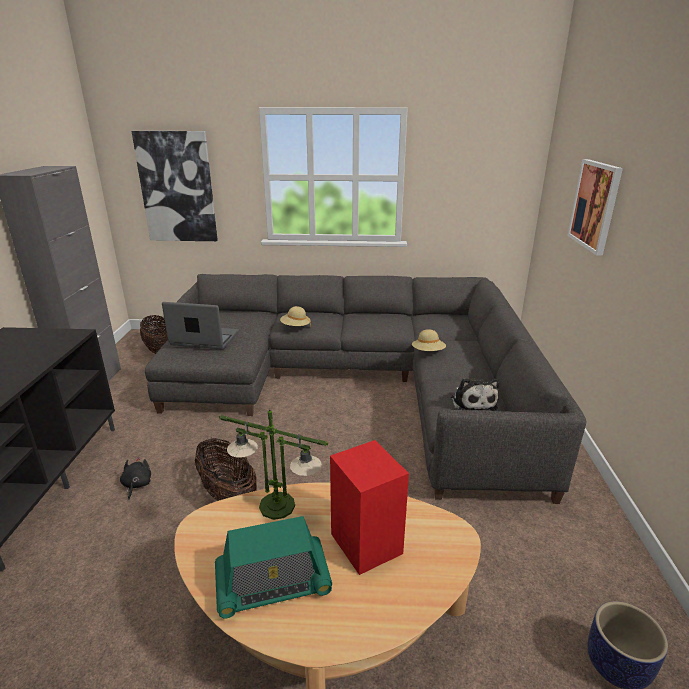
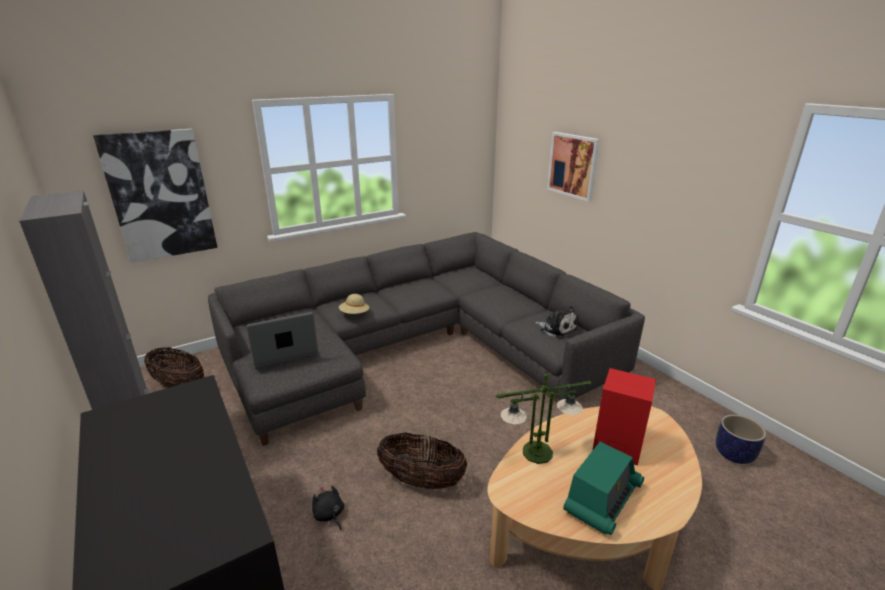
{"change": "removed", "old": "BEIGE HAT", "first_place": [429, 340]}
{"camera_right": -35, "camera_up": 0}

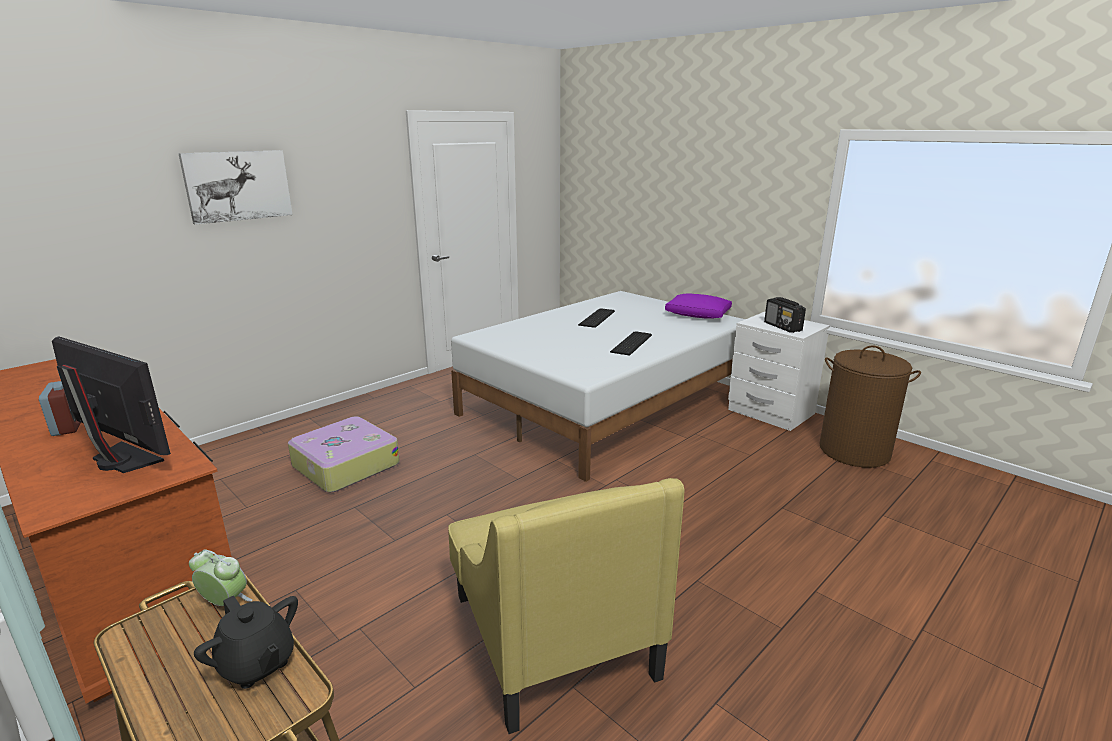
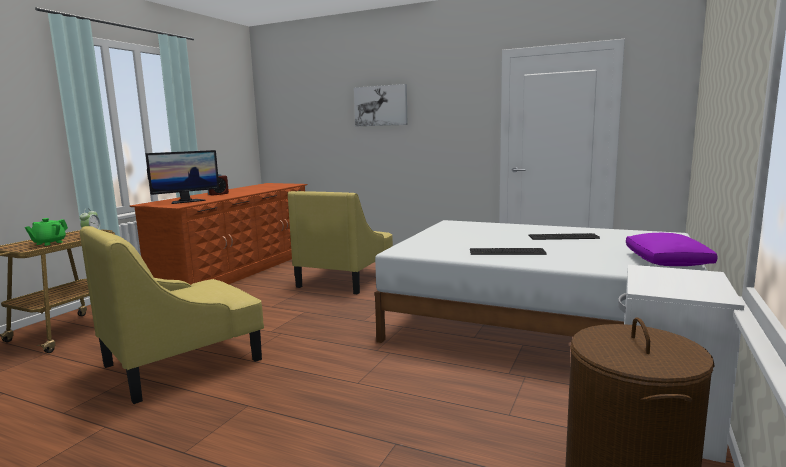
{"change": "turned", "old": "MONITOR", "first_place": [111, 404], "second_place": [182, 177], "degrees": 45}
{"change": "recoloured", "old": "BLACK TEAPOT", "new": "GREEN TEAPOT", "first_place": [246, 642], "second_place": [46, 232]}
{"change": "replaced", "old": "SUITCASE", "new": "YELLOW ARMCHAIR", "first_place": [344, 454], "second_place": [340, 242]}
{"change": "removed", "old": "RADIO", "first_place": [785, 315]}
{"camera_right": 70, "camera_up": -10}

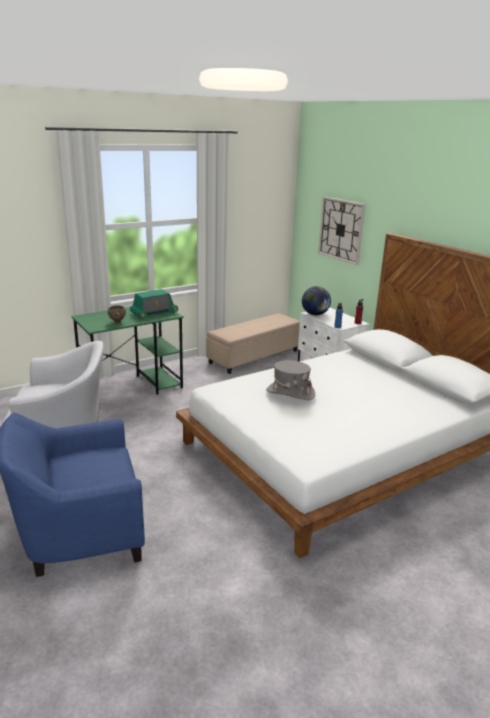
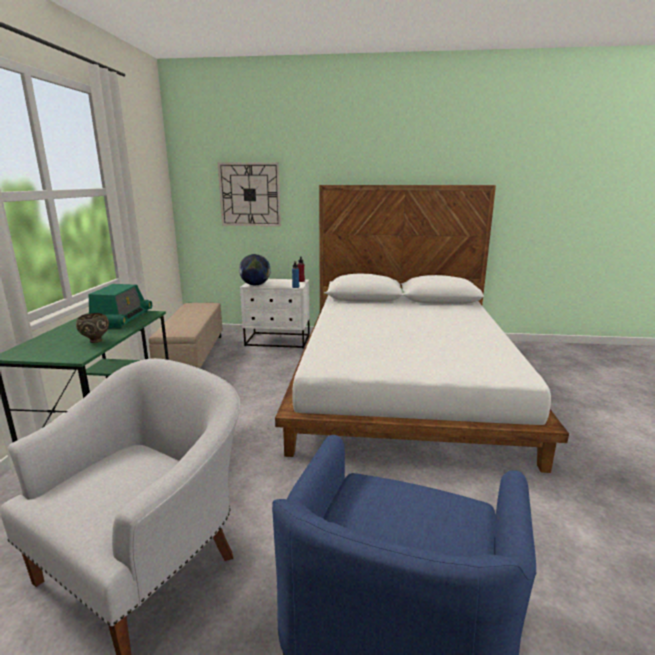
{"change": "removed", "old": "GREY HAT", "first_place": [290, 380]}
{"camera_right": -50, "camera_up": -5}

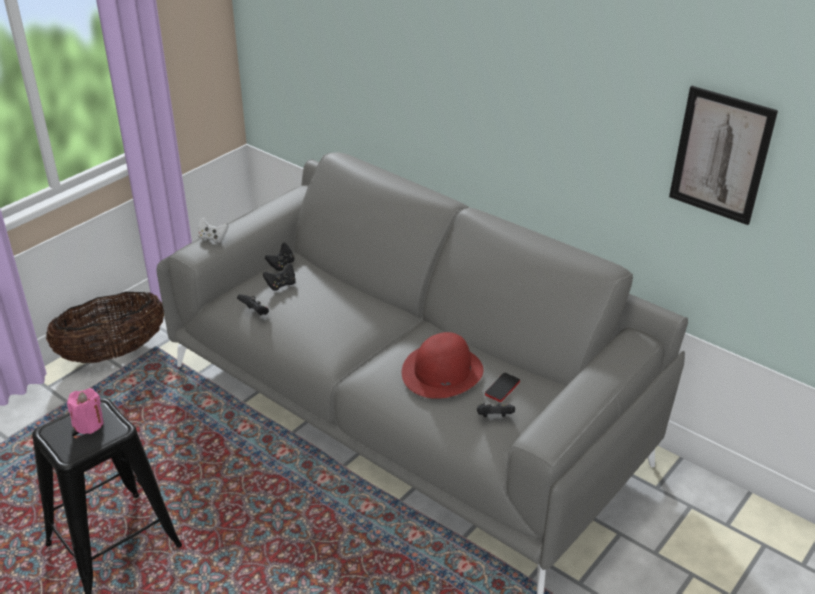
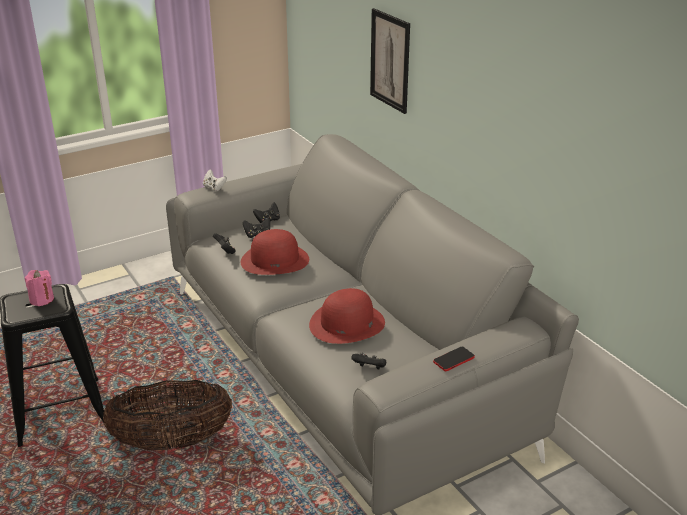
{"change": "moved", "old": "BASKET", "first_place": [105, 327], "second_place": [167, 415]}
{"change": "moved", "old": "PHONE", "first_place": [502, 387], "second_place": [454, 359]}
{"change": "moved", "old": "PICTURE", "first_place": [723, 155], "second_place": [390, 61]}
{"change": "added", "new": "RED HAT", "second_place": [275, 252]}
{"camera_right": 20, "camera_up": -5}

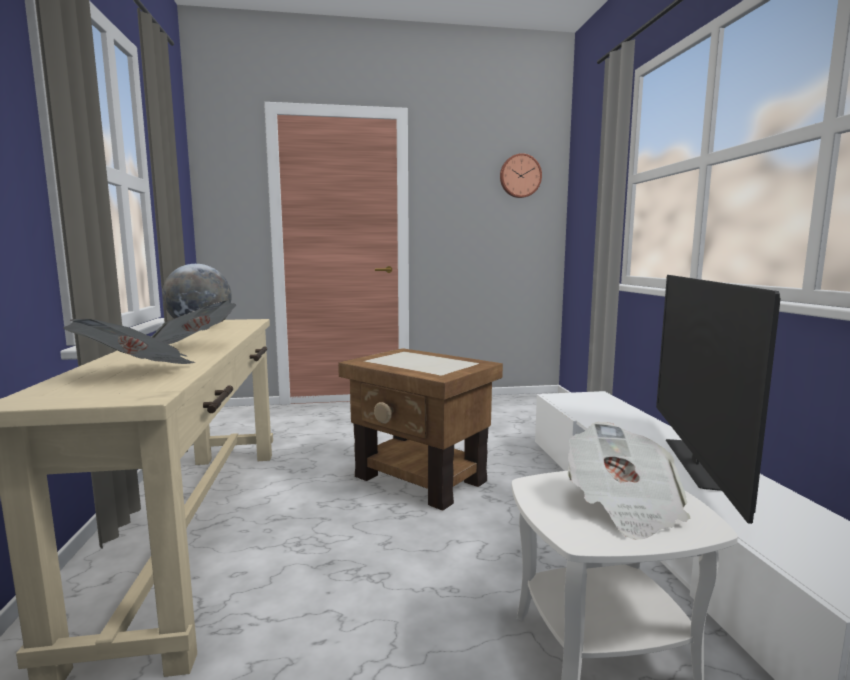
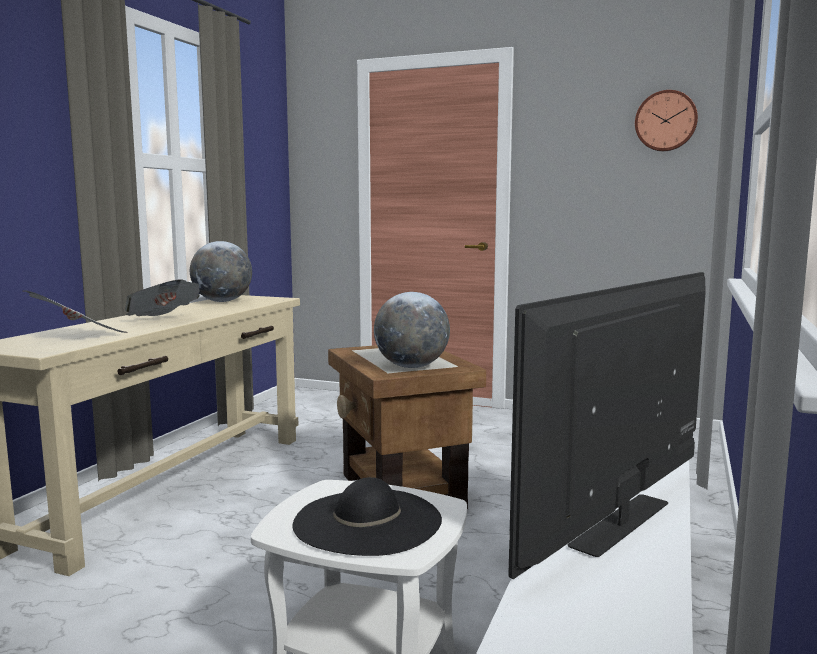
{"change": "replaced", "old": "NEWSPAPER", "new": "BLACK HAT", "first_place": [629, 481], "second_place": [367, 516]}
{"change": "added", "new": "GLOBE", "second_place": [412, 330]}
{"camera_right": 30, "camera_up": 0}

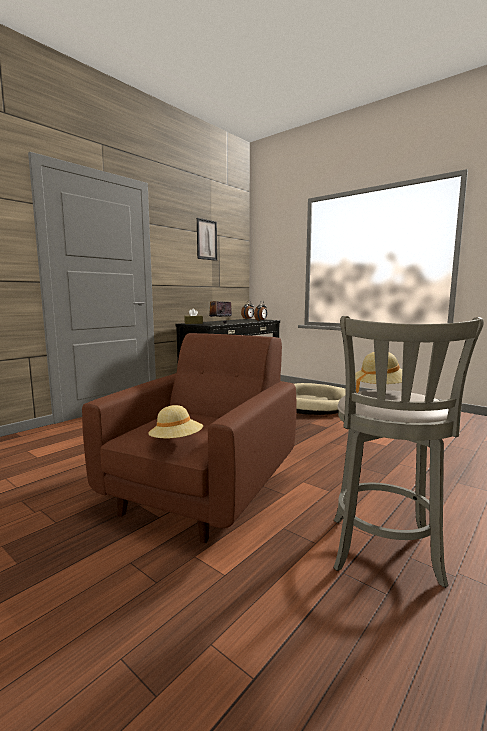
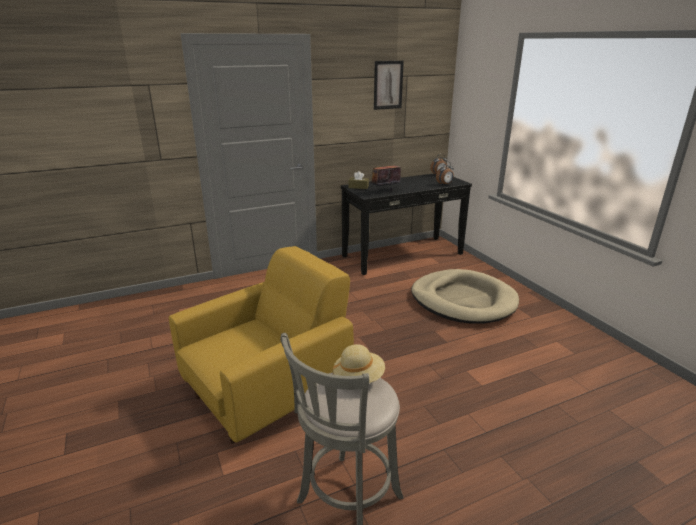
{"change": "recoloured", "old": "BROWN ARMCHAIR", "new": "YELLOW ARMCHAIR", "first_place": [189, 438], "second_place": [261, 345]}
{"change": "removed", "old": "BEIGE HAT", "first_place": [175, 421]}
{"camera_right": 25, "camera_up": 15}

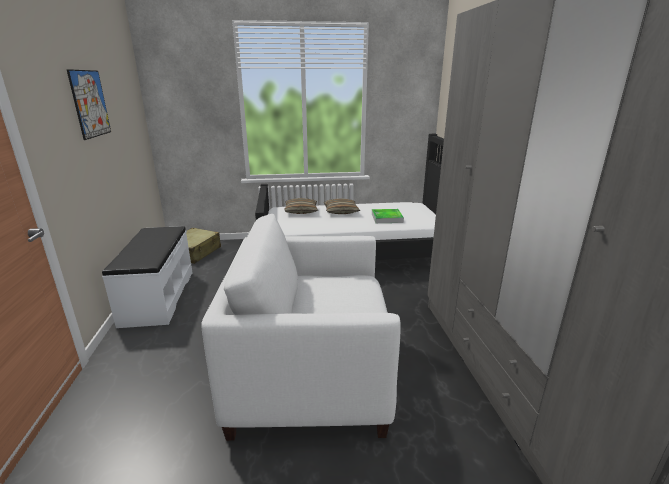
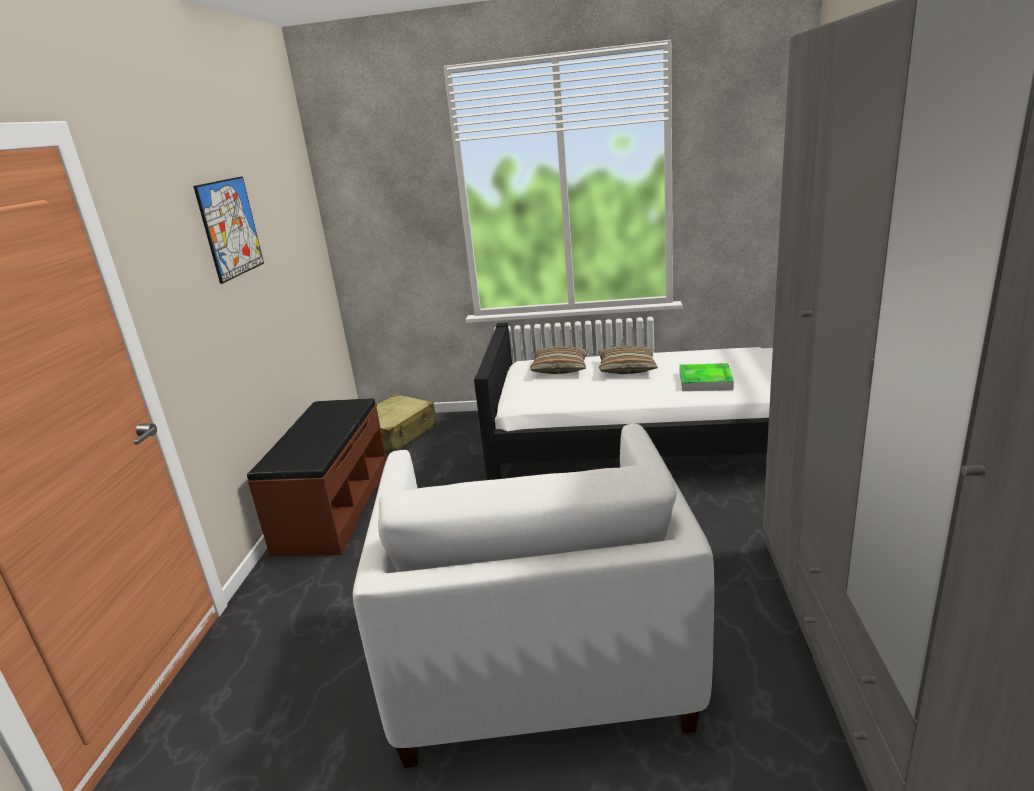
{"change": "recoloured", "old": "WHITE BENCH", "new": "BROWN BENCH", "first_place": [147, 277], "second_place": [317, 477]}
{"change": "turned", "old": "WHITE ARMCHAIR", "first_place": [301, 327], "second_place": [533, 596], "degrees": -105}
{"camera_right": 15, "camera_up": 0}

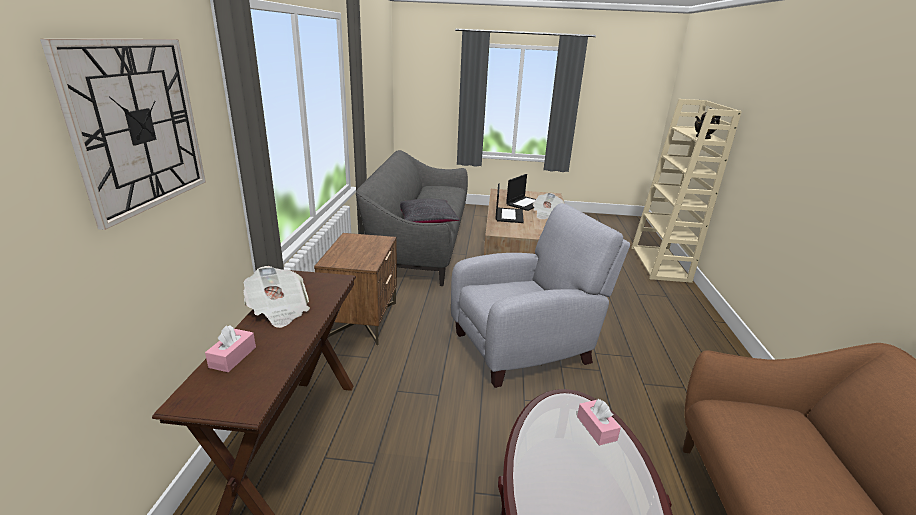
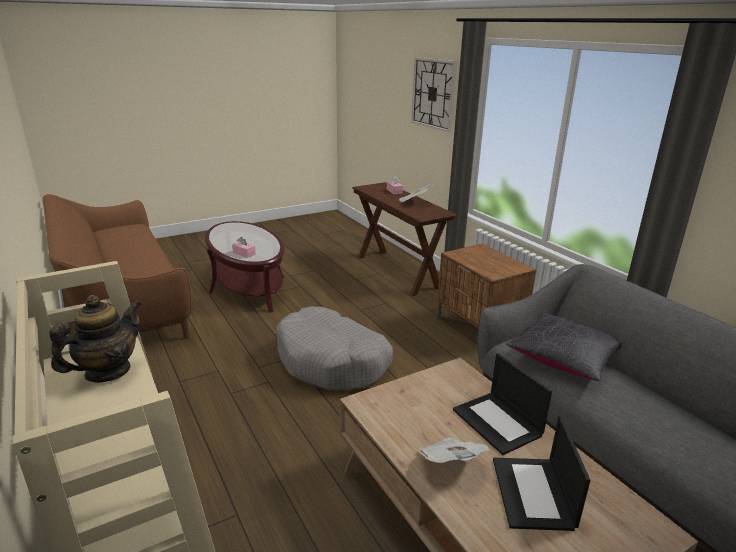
{"change": "replaced", "old": "GREY ARMCHAIR", "new": "GREY DOG BED", "first_place": [540, 295], "second_place": [334, 349]}
{"camera_right": 145, "camera_up": 0}

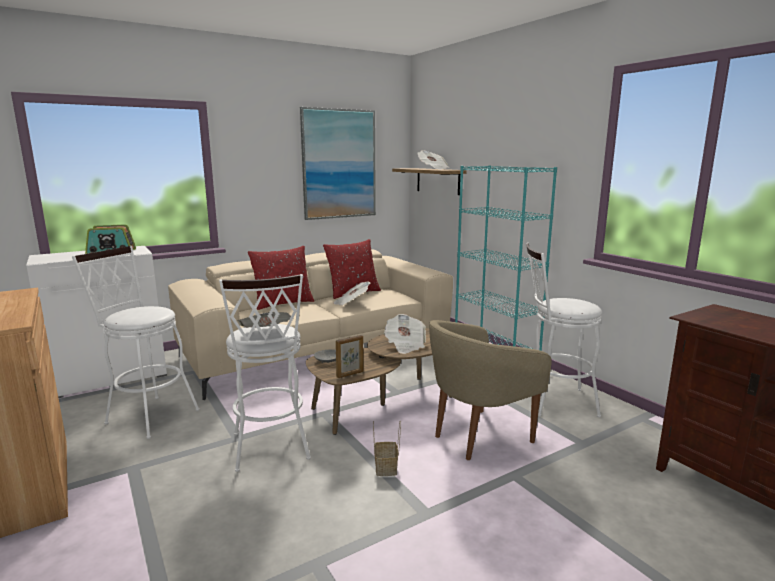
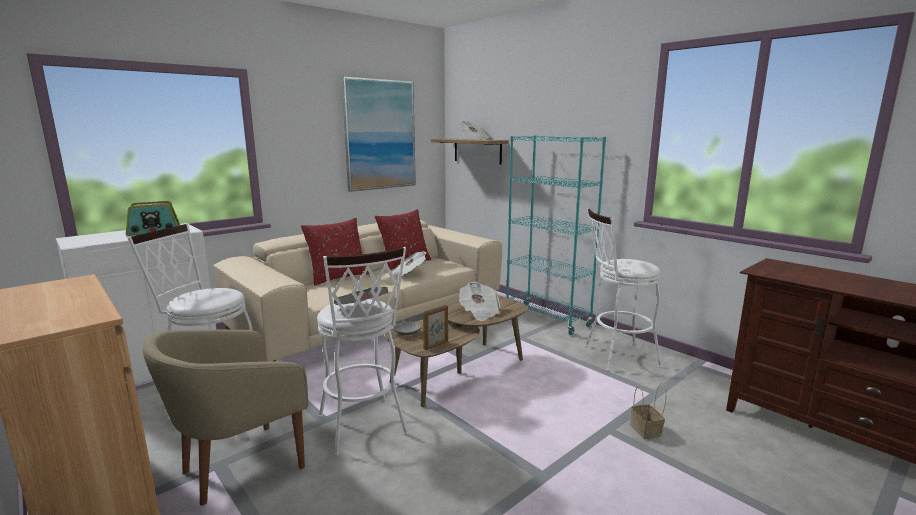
{"change": "moved", "old": "BASKET", "first_place": [387, 448], "second_place": [649, 411]}
{"change": "moved", "old": "BEIGE ARMCHAIR", "first_place": [490, 390], "second_place": [225, 418]}
{"camera_right": -10, "camera_up": 0}

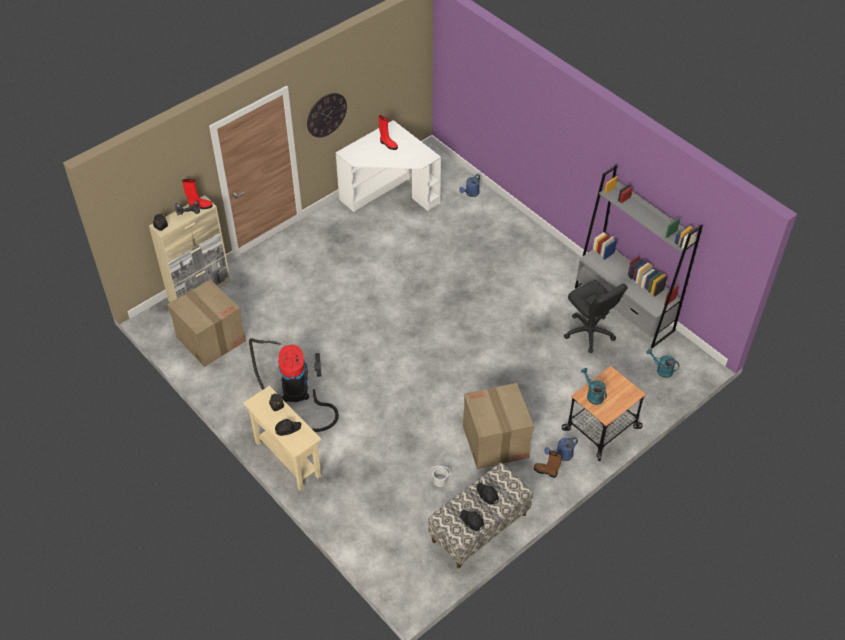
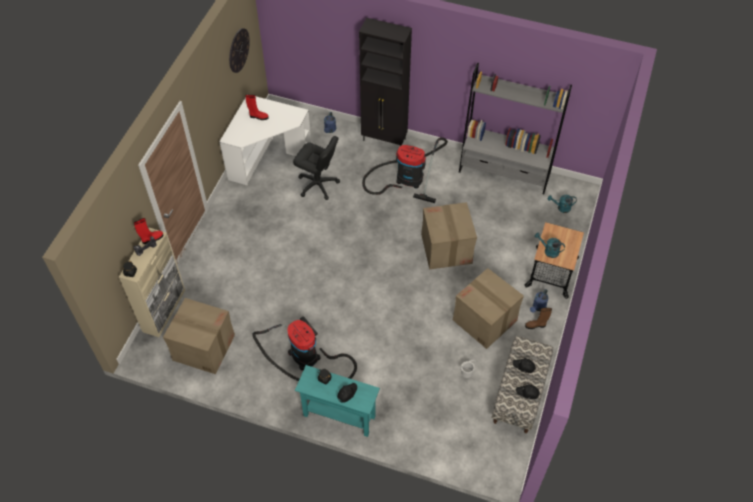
{"change": "recoloured", "old": "BEIGE CONSOLE TABLE", "new": "TURQUOISE CONSOLE TABLE", "first_place": [282, 438], "second_place": [337, 401]}
{"change": "moved", "old": "WALL CLOCK", "first_place": [327, 115], "second_place": [239, 50]}
{"change": "moved", "old": "BLACK OFFICE CHAIR", "first_place": [596, 316], "second_place": [316, 168]}
{"change": "added", "new": "BLACK CABINET", "second_place": [385, 82]}
{"change": "added", "new": "VACUUM CLEANER", "second_place": [405, 170]}
{"change": "added", "new": "CARDBOARD BOX", "second_place": [449, 235]}
{"camera_right": -30, "camera_up": 5}

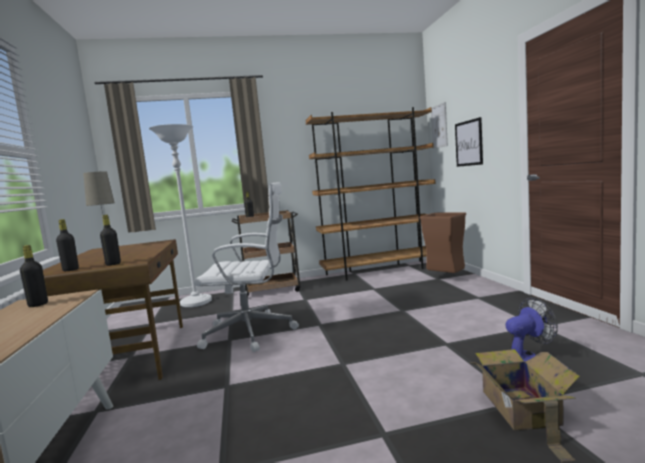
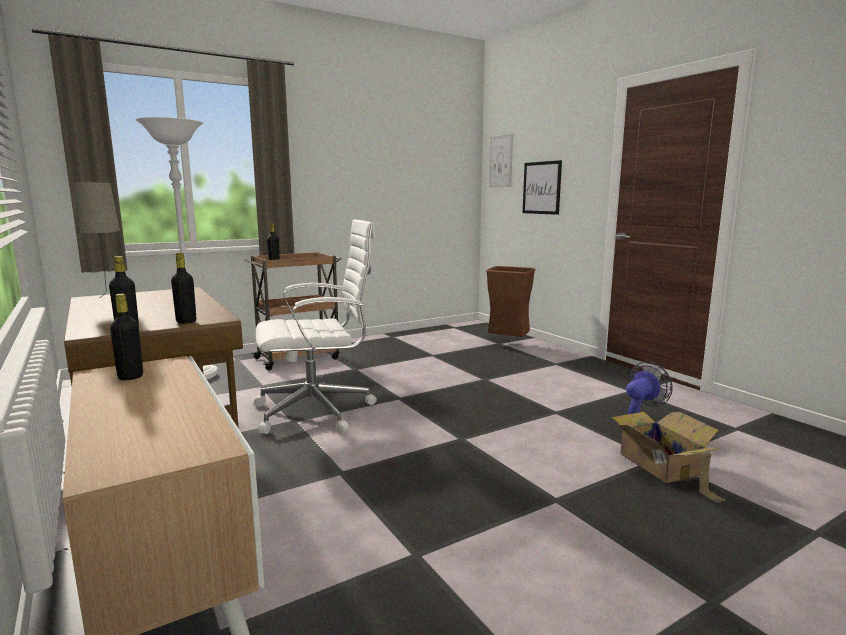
{"change": "removed", "old": "BROWN BOOKCASE", "first_place": [370, 194]}
{"camera_right": -20, "camera_up": 5}

